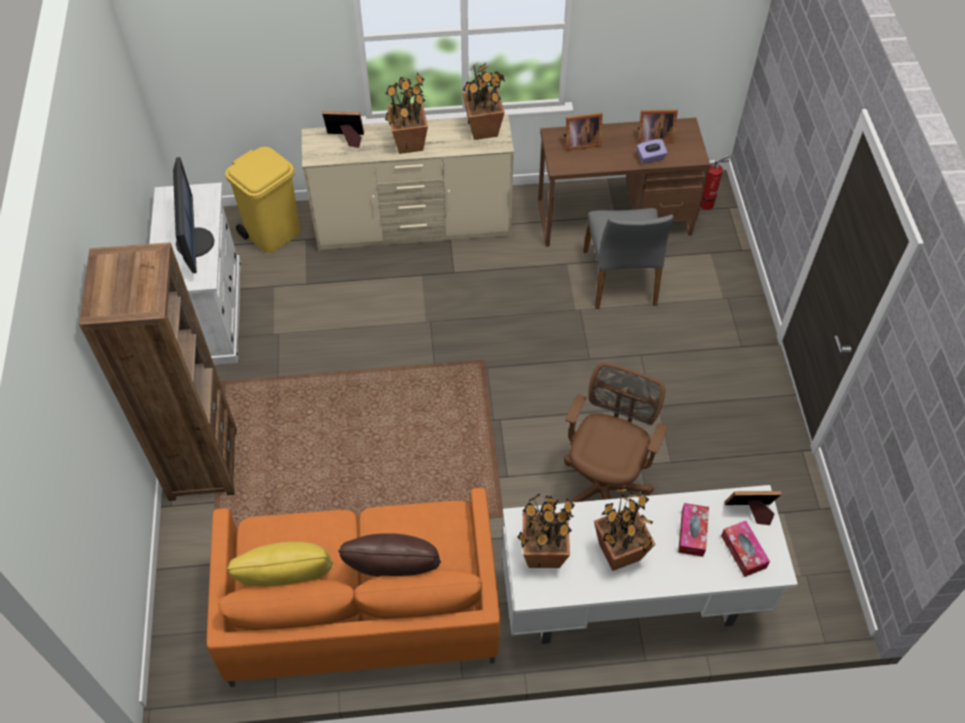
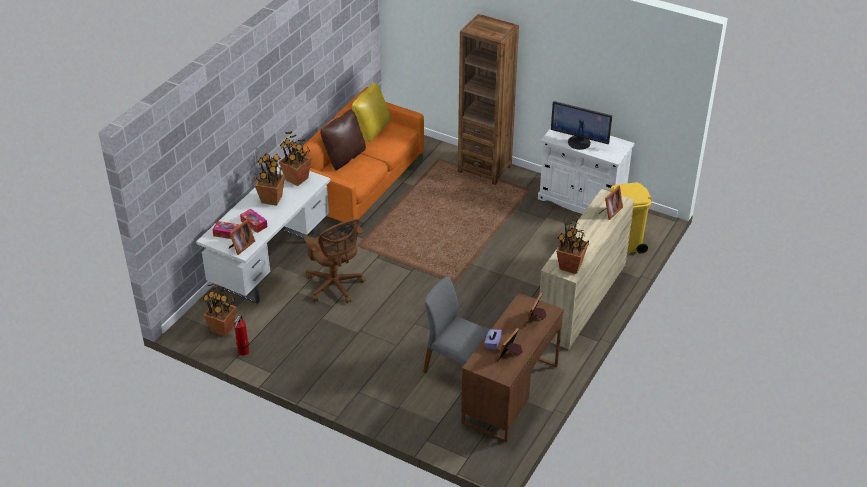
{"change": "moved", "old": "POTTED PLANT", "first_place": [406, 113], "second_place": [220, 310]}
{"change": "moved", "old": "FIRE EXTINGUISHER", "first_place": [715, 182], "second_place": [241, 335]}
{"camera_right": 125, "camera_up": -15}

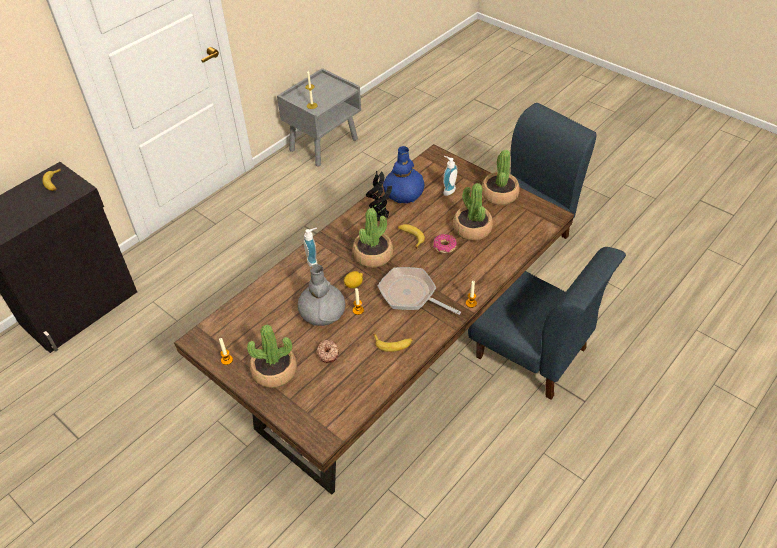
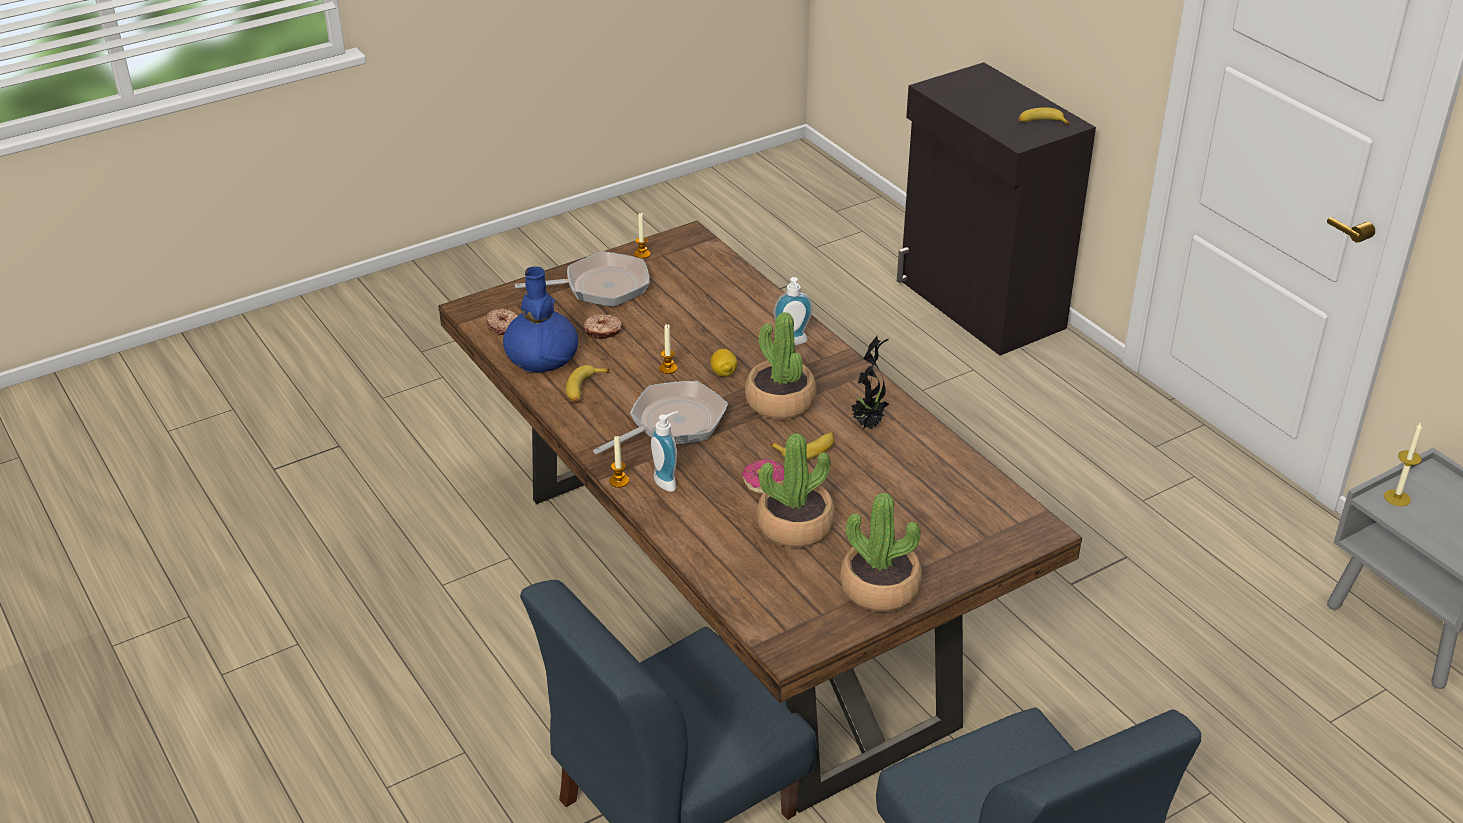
{"change": "replaced", "old": "POTTED PLANT", "new": "FRYING PAN", "first_place": [272, 356], "second_place": [582, 279]}
{"change": "removed", "old": "GREY VASE", "first_place": [321, 295]}
{"change": "moved", "old": "BLUE VASE", "first_place": [403, 175], "second_place": [540, 319]}
{"change": "moved", "old": "SOAP DISPENSER", "first_place": [450, 176], "second_place": [665, 451]}
{"change": "added", "new": "DONUT", "second_place": [501, 321]}
{"camera_right": 105, "camera_up": -10}

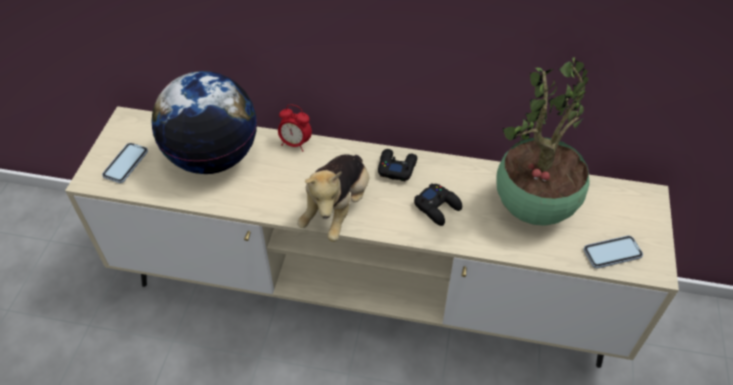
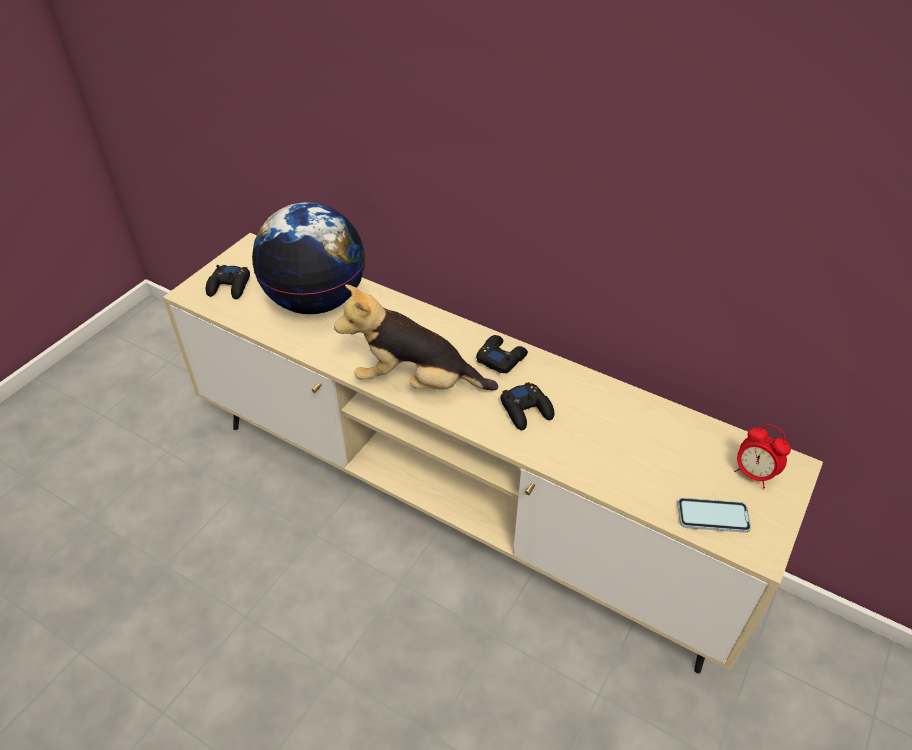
{"change": "replaced", "old": "PHONE", "new": "BLACK GAME CONTROLLER", "first_place": [125, 163], "second_place": [228, 282]}
{"change": "moved", "old": "ALARM CLOCK", "first_place": [295, 128], "second_place": [762, 456]}
{"change": "turned", "old": "PLUSH TOY", "first_place": [333, 198], "second_place": [416, 337], "degrees": 60}
{"change": "removed", "old": "POTTED PLANT", "first_place": [543, 141]}
{"camera_right": 20, "camera_up": -5}

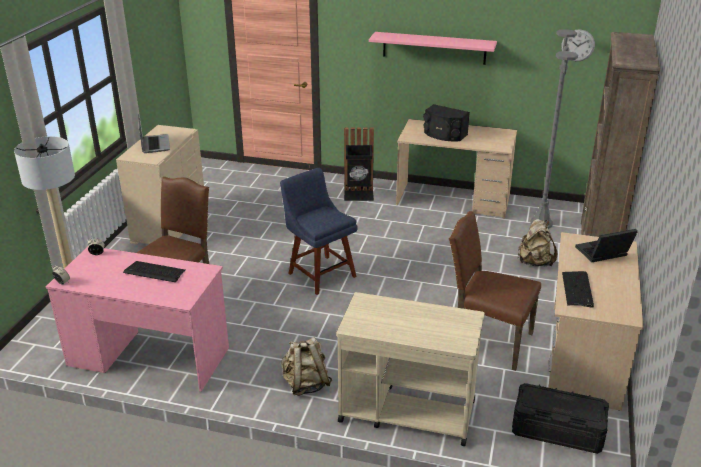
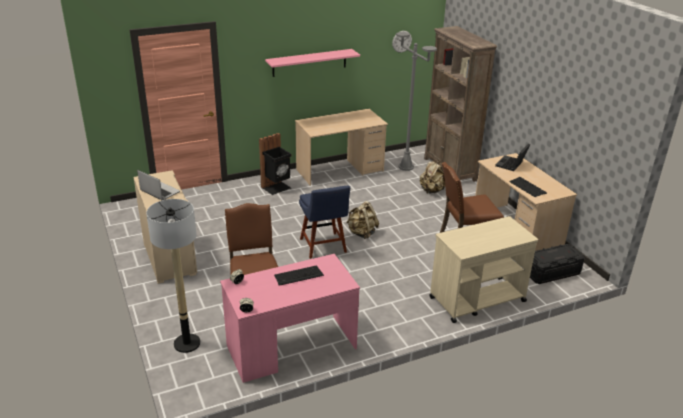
{"change": "turned", "old": "BLUE CHAIR", "first_place": [319, 231], "second_place": [324, 222], "degrees": -120}
{"change": "moved", "old": "BEIGE BACKPACK", "first_place": [306, 366], "second_place": [362, 220]}
{"change": "removed", "old": "BLACK SPEAKER", "first_place": [446, 122]}
{"camera_right": -40, "camera_up": 0}

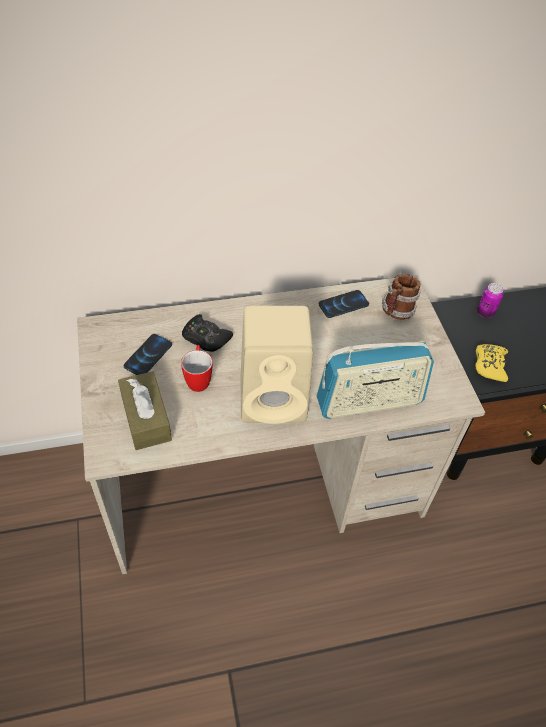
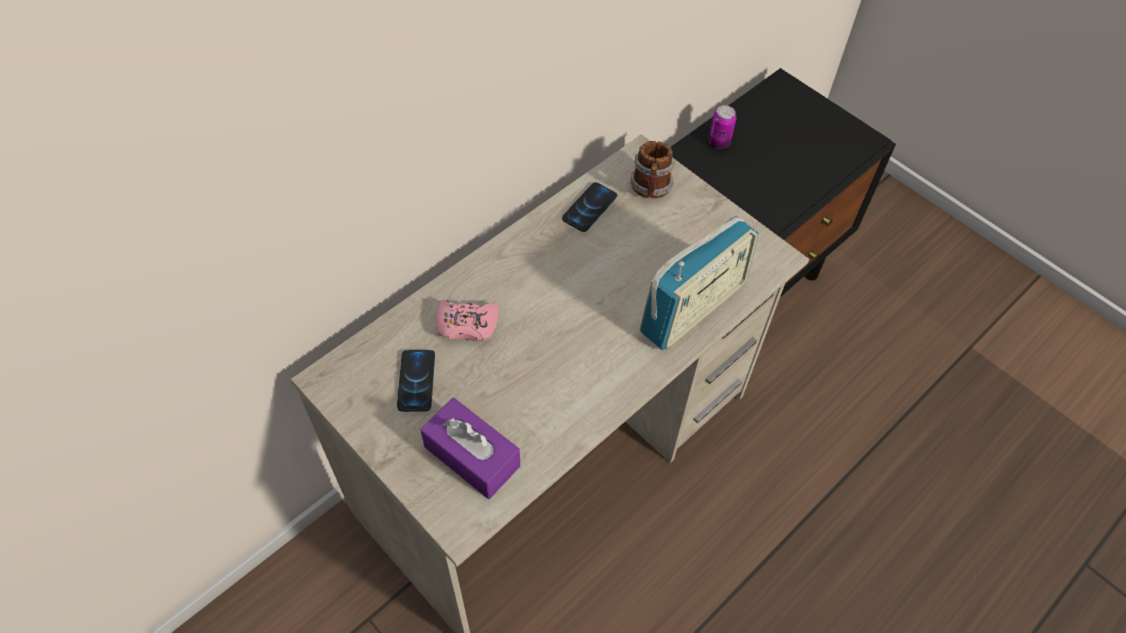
{"change": "recoloured", "old": "BROWN TISSUE BOX", "new": "PURPLE TISSUE BOX", "first_place": [145, 410], "second_place": [470, 448]}
{"change": "removed", "old": "MUG", "first_place": [197, 368]}
{"change": "recoloured", "old": "BLACK GAME CONTROLLER", "new": "PINK GAME CONTROLLER", "first_place": [207, 333], "second_place": [467, 320]}
{"change": "removed", "old": "BEIGE SPEAKER", "first_place": [276, 365]}
{"change": "removed", "old": "YELLOW GAME CONTROLLER", "first_place": [491, 363]}
{"camera_right": -30, "camera_up": 5}

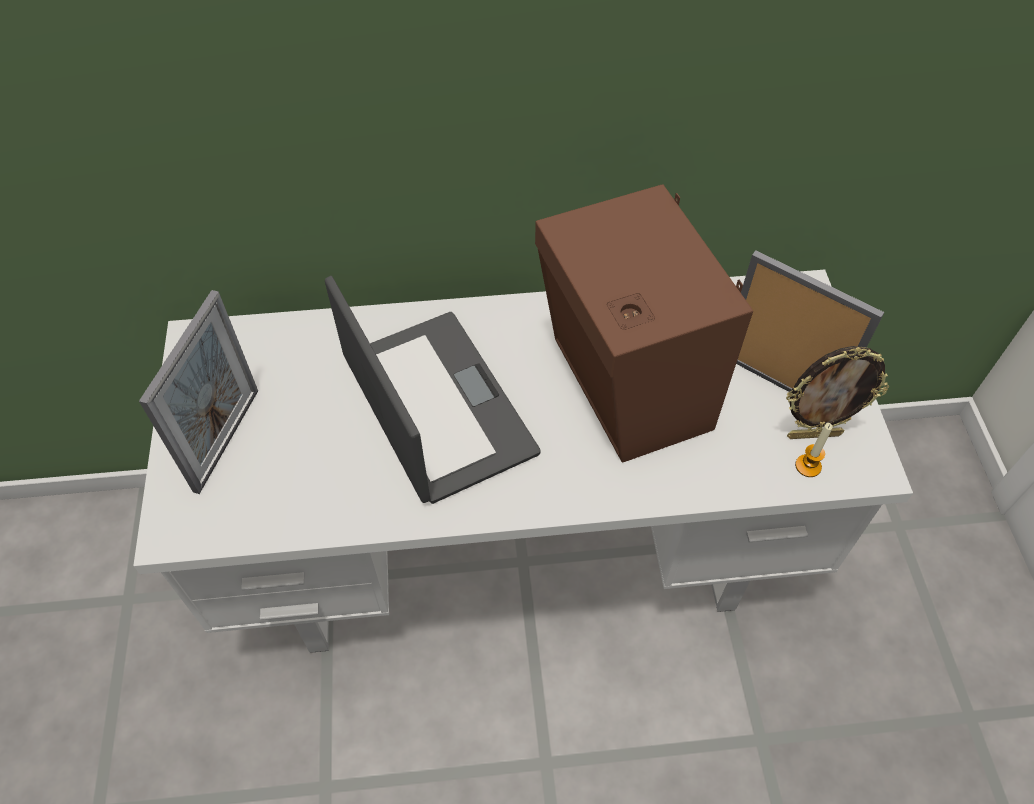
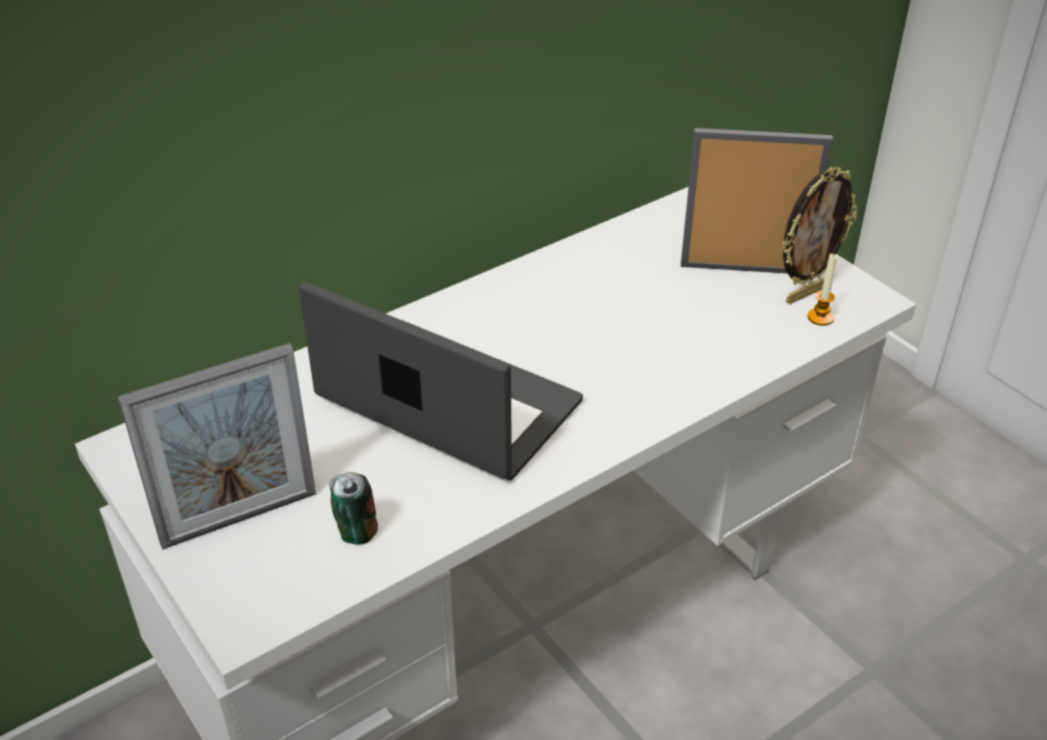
{"change": "turned", "old": "PICTURE FRAME", "first_place": [198, 392], "second_place": [217, 446], "degrees": 75}
{"change": "removed", "old": "BROWN SPEAKER", "first_place": [644, 323]}
{"change": "added", "new": "CAN", "second_place": [353, 508]}
{"camera_right": -30, "camera_up": -15}

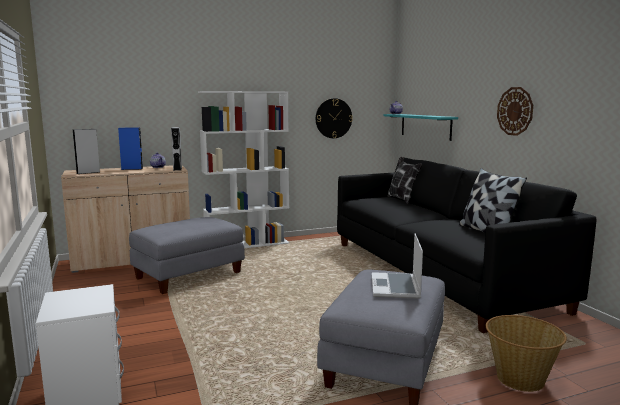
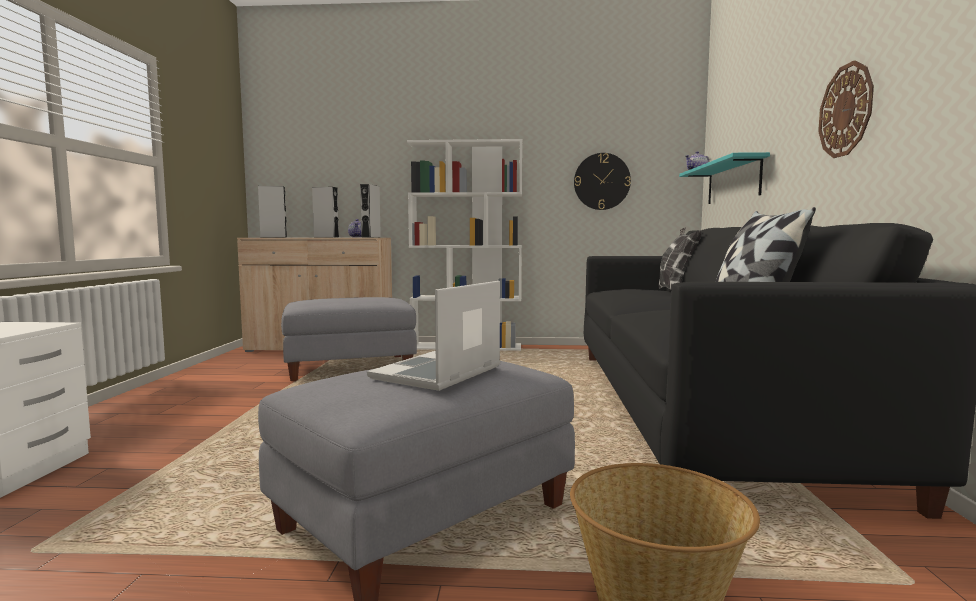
{"change": "recoloured", "old": "BLUE SPEAKER", "new": "GREY SPEAKER", "first_place": [130, 149], "second_place": [326, 212]}
{"camera_right": 25, "camera_up": -5}

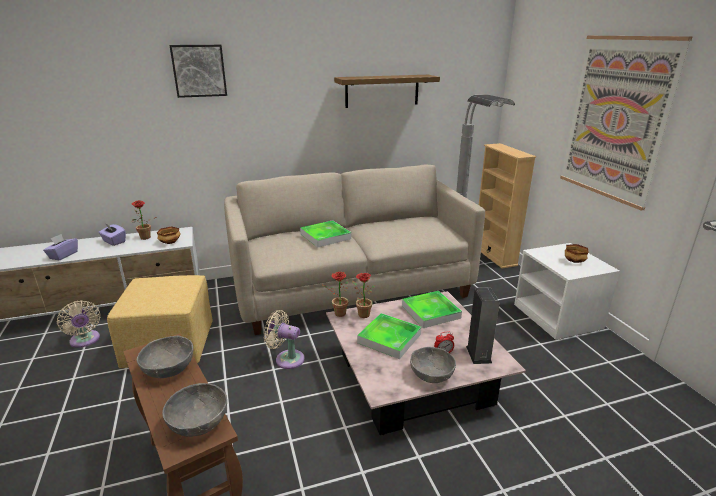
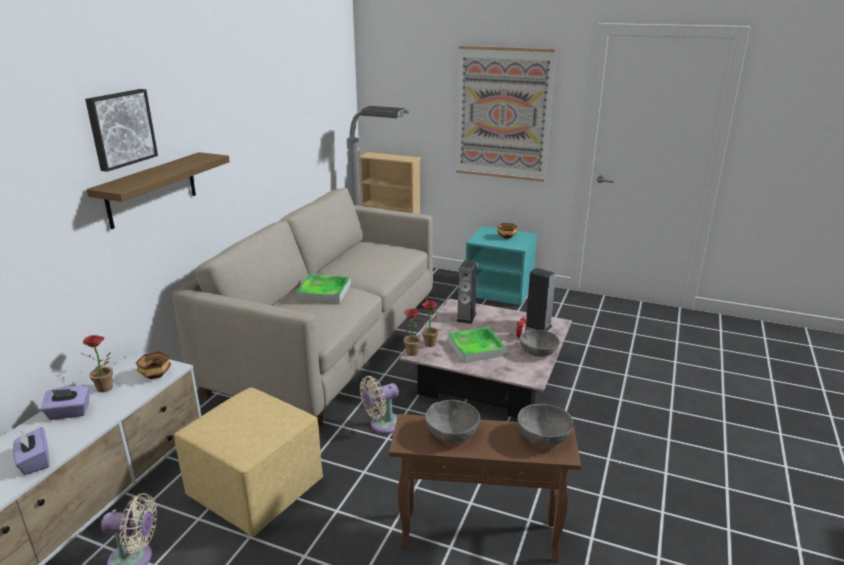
{"change": "moved", "old": "SHELF", "first_place": [387, 91], "second_place": [158, 190]}
{"change": "replaced", "old": "TRAY", "new": "SPEAKER", "first_place": [432, 309], "second_place": [466, 292]}
{"change": "recoloured", "old": "WHITE NIGHTSTAND", "new": "TURQUOISE NIGHTSTAND", "first_place": [567, 291], "second_place": [501, 265]}
{"camera_right": -50, "camera_up": 0}

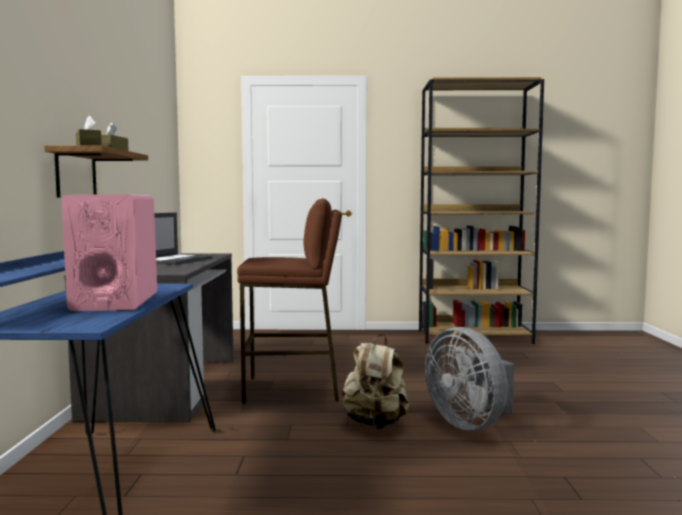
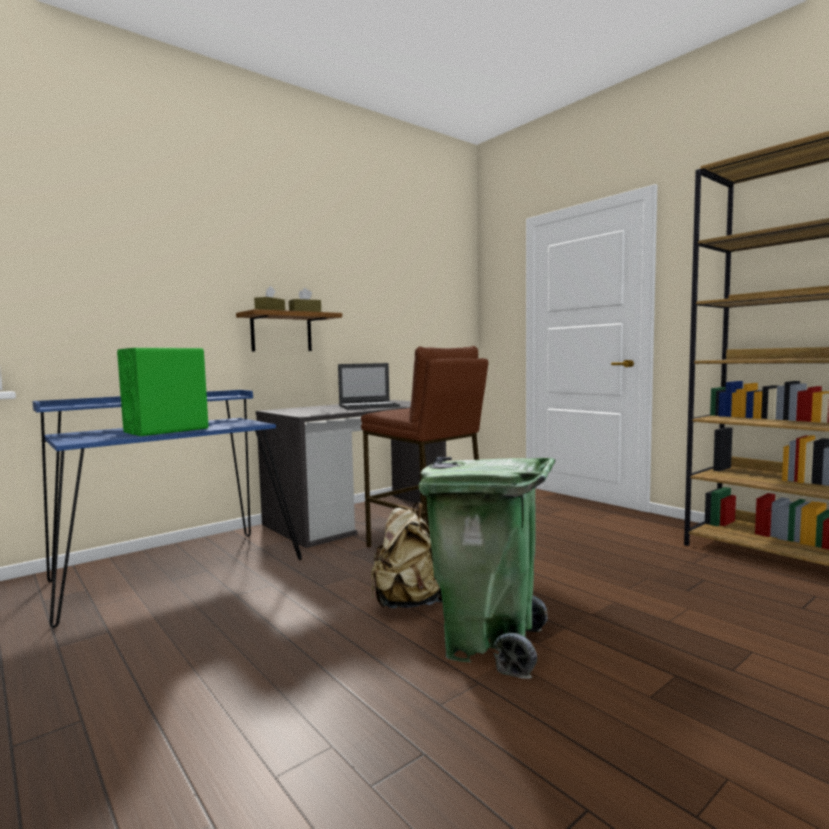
{"change": "recoloured", "old": "PINK SPEAKER", "new": "GREEN SPEAKER", "first_place": [109, 252], "second_place": [162, 392]}
{"change": "replaced", "old": "GREY FAN", "new": "GREEN TRASH CAN", "first_place": [469, 379], "second_place": [487, 568]}
{"camera_right": 50, "camera_up": 0}

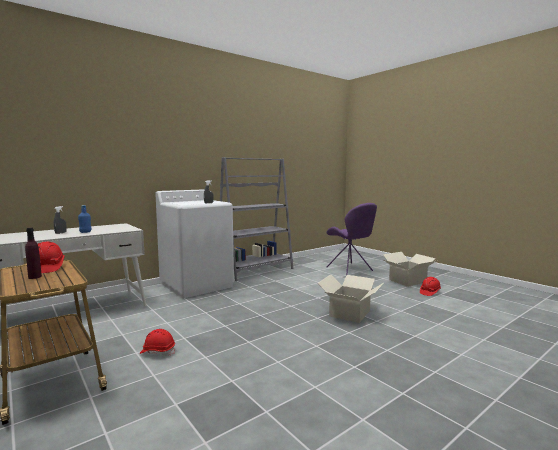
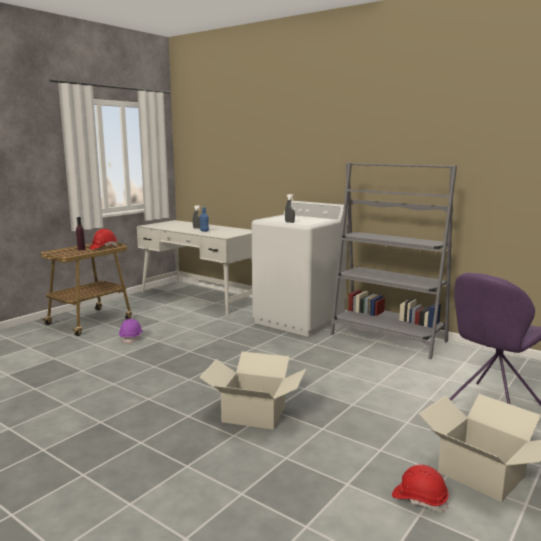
{"change": "recoloured", "old": "RED HARD HAT", "new": "PURPLE HARD HAT", "first_place": [157, 342], "second_place": [131, 331]}
{"camera_right": 75, "camera_up": 5}

